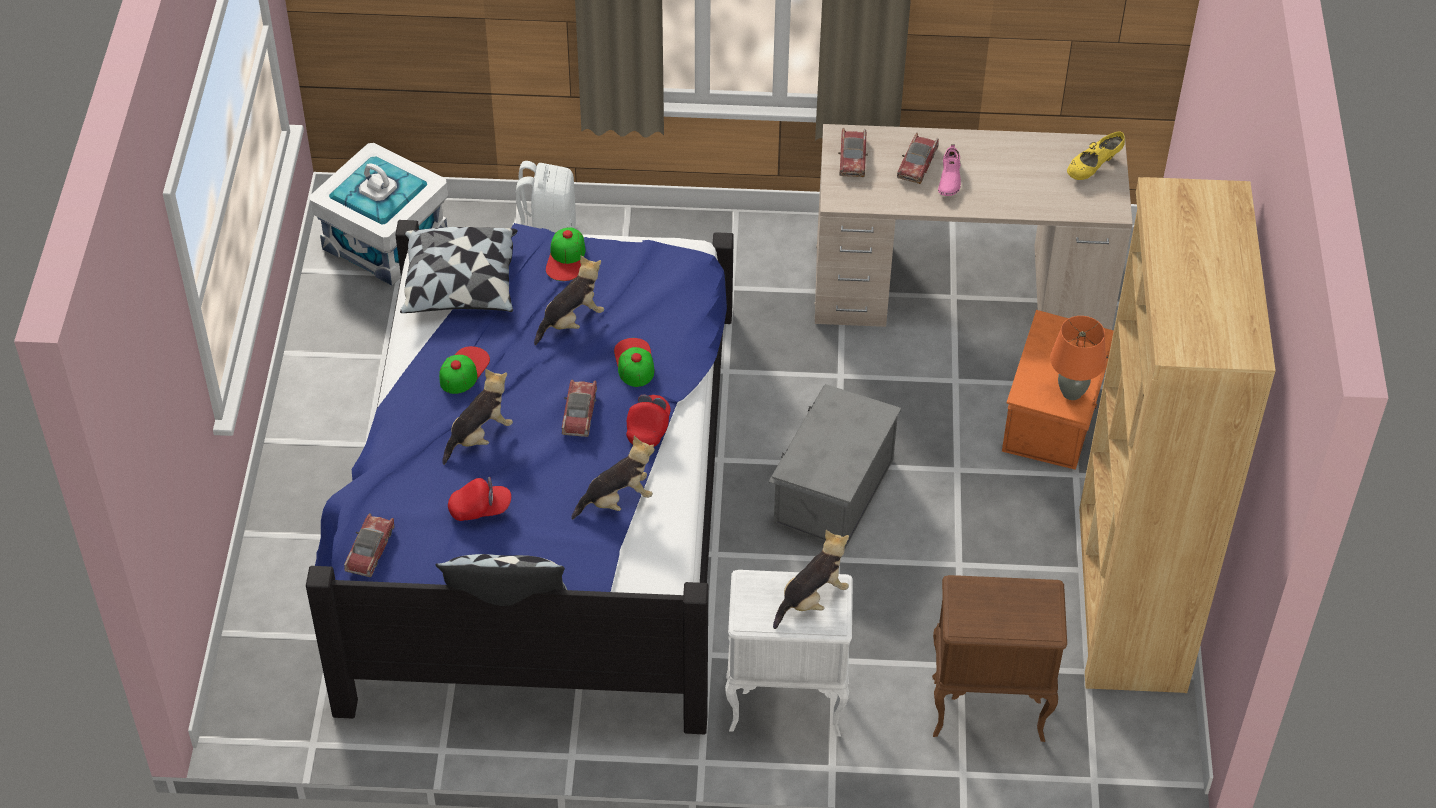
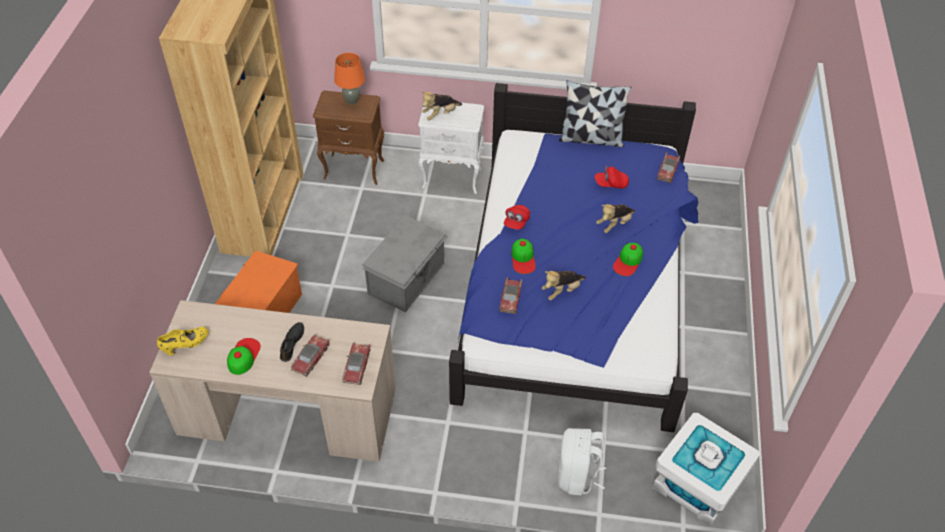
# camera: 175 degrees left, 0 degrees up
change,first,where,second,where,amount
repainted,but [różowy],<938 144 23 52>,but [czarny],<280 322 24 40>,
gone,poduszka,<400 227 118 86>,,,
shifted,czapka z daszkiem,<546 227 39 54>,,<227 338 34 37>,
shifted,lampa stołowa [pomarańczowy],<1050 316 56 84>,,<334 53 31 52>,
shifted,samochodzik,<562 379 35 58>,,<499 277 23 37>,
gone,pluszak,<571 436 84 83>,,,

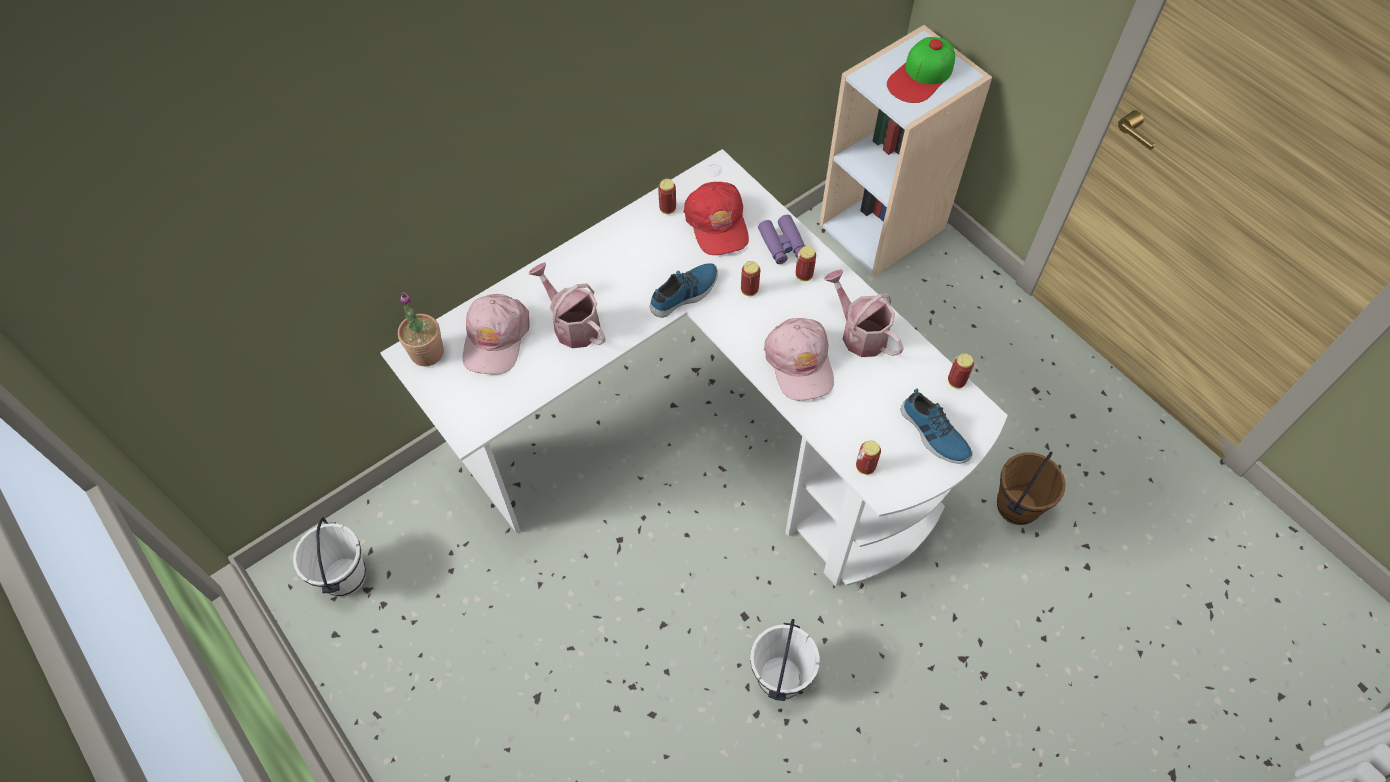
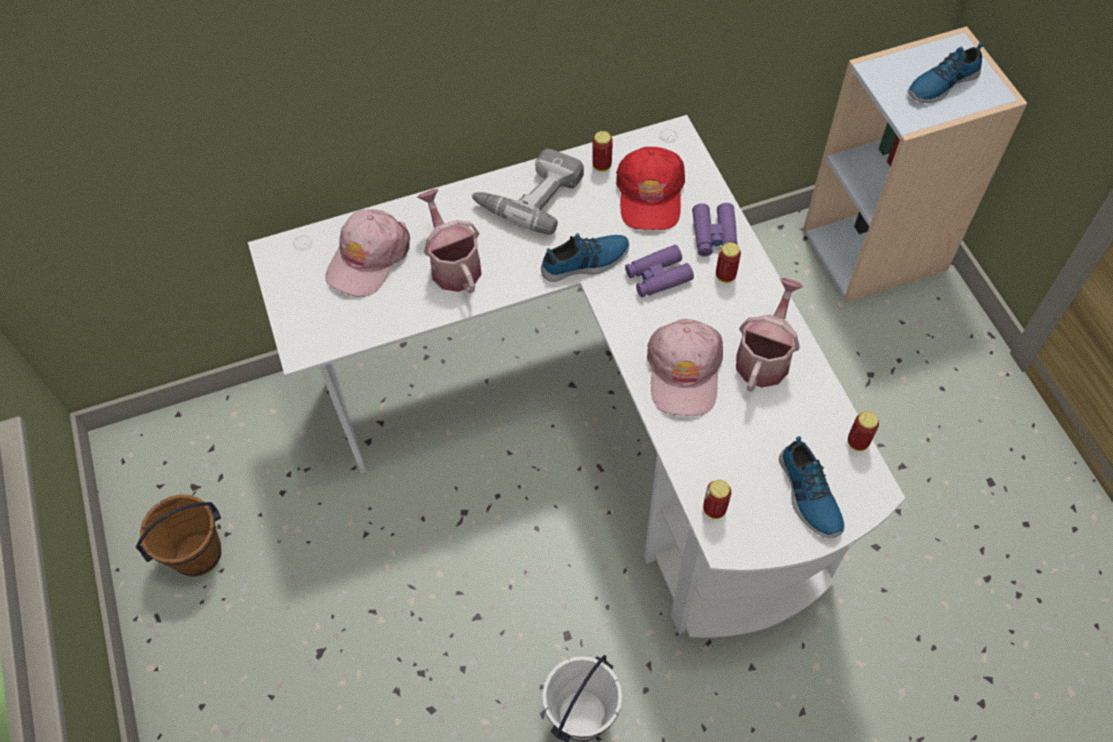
# camera: 20 degrees right, 0 degrees up
change,first,where,second,where,amount
swapped,czapka z daszkiem,<887 37 68 66>,but,<908 42 75 61>,
swapped,puszka,<741 261 19 35>,lornetka [fioletowy],<625 245 69 52>,
rotated,konewka,<824 269 80 88>,,<736 278 68 114>,45 degrees clockwise
gone,roślina doniczkowa,<398 292 46 74>,,,
shifted,wiadro [brązowy],<997 452 69 73>,,<136 495 85 82>,
gone,wiadro [biały],<293 517 73 80>,,,
new,,,wiertarka,<472 149 112 86>,

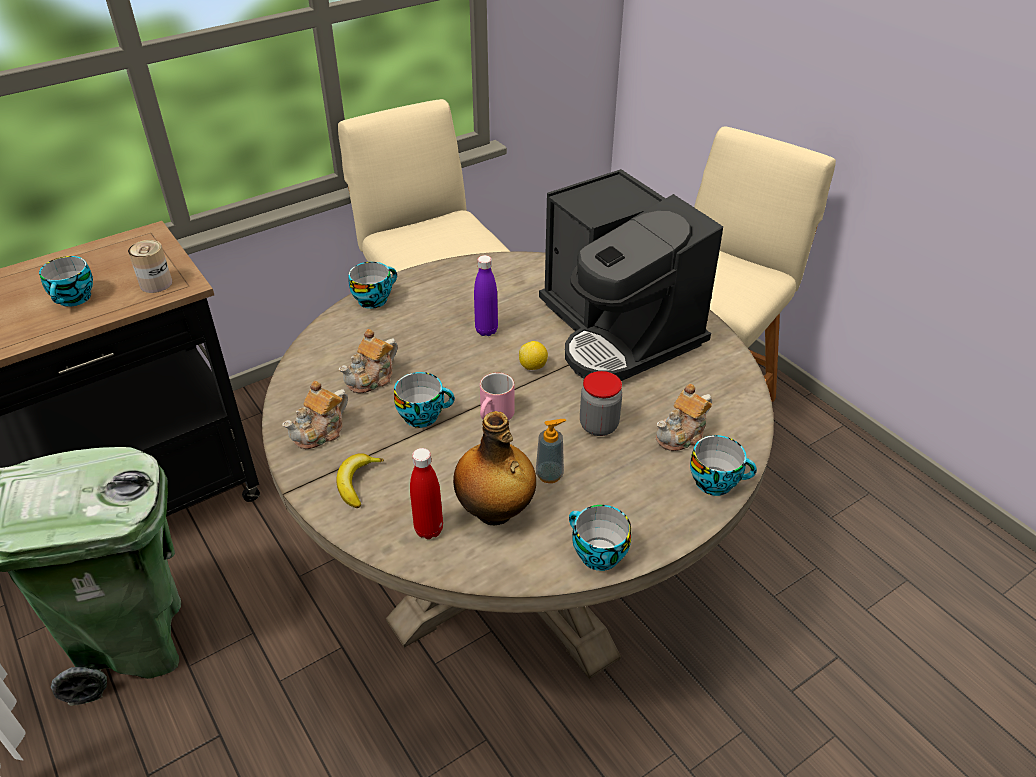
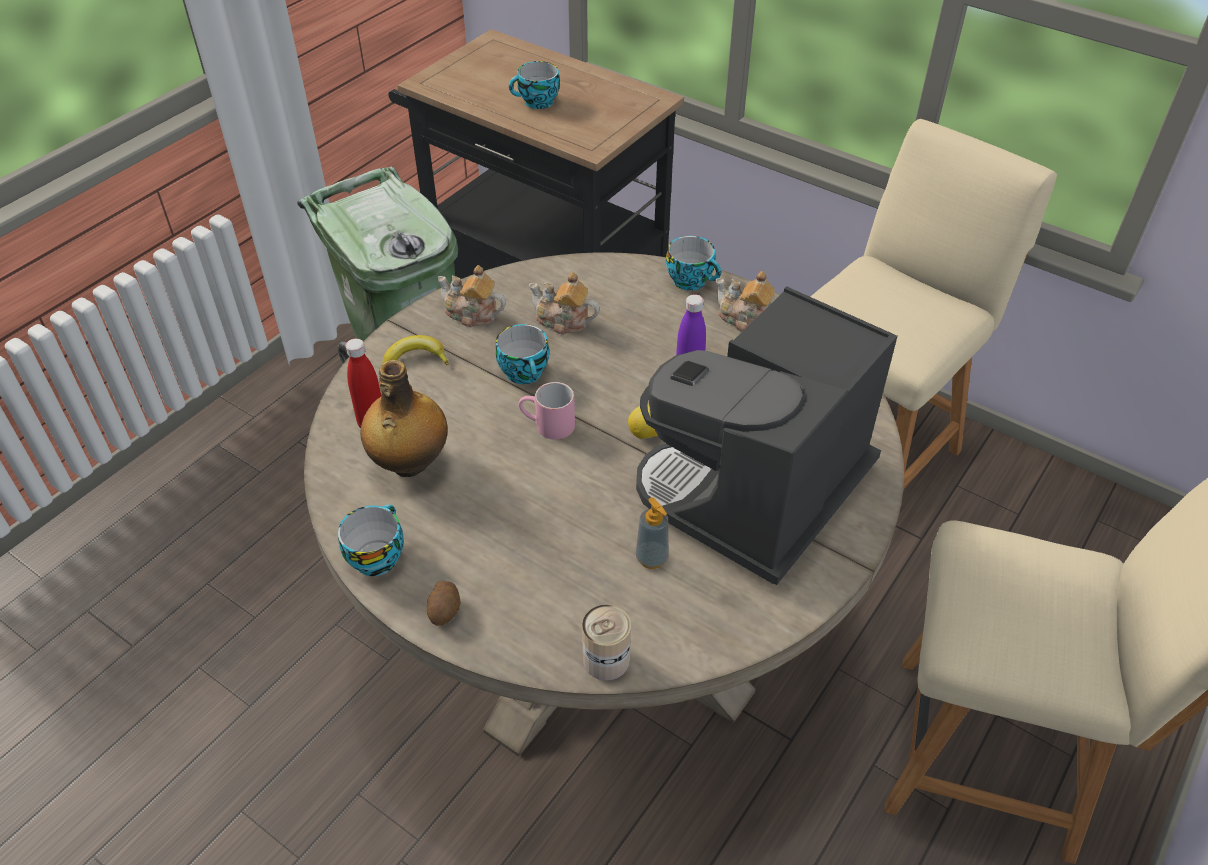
# camera: 70 degrees right, 5 degrees up
change,first,where,second,where,amount
shifted,puszka,<128 240 44 53>,,<582 604 49 77>,
gone,słoik,<580 371 42 65>,,,
shifted,imbryk,<656 384 56 67>,,<716 271 59 60>,
shifted,dozownik mydła,<536 419 30 64>,,<636 497 33 72>,
gone,filiżanka,<690 435 67 61>,,,
new,,,ziemniak,<427 581 34 45>,

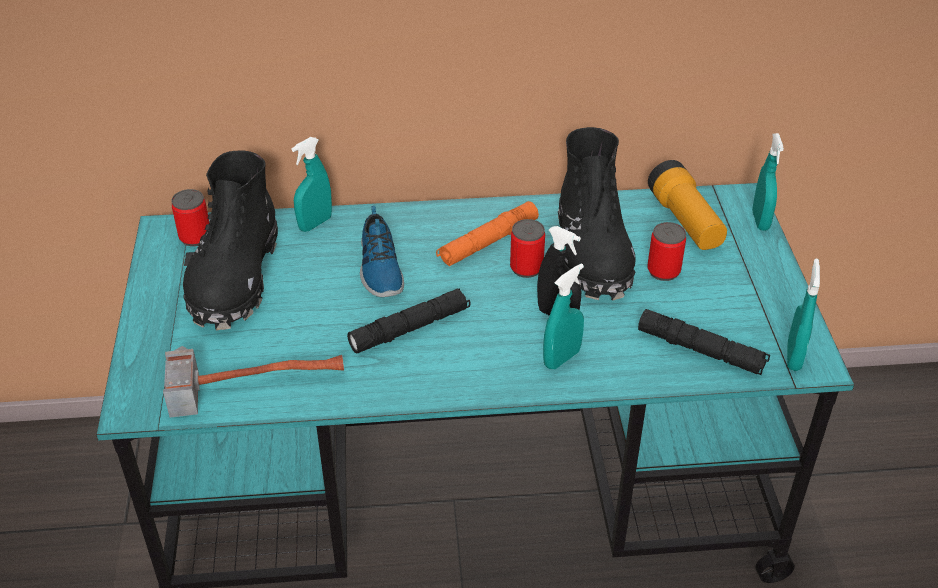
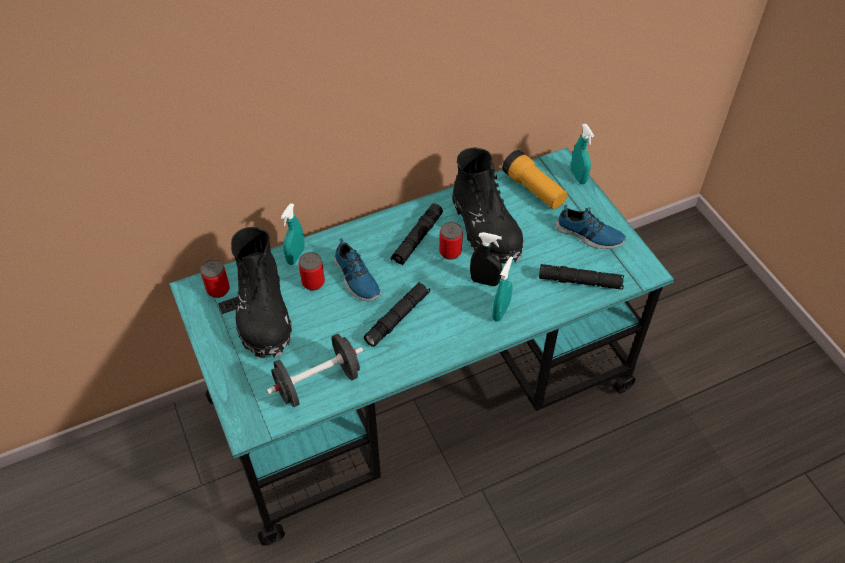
# camera: 20 degrees left, 10 degrees up
change,first,where,second,where,amount
repainted,latarka [pomarańczowy],<436 201 103 65>,latarka [czarny],<390 203 53 63>,
shifted,puszka,<647 222 39 59>,,<299 252 26 38>,
gone,spryskiwacz [turkusowy],<787 259 33 112>,,,
swapped,młotek,<163 346 181 72>,hantel [czarny],<266 334 97 73>,
new,,,but,<556 205 70 44>,

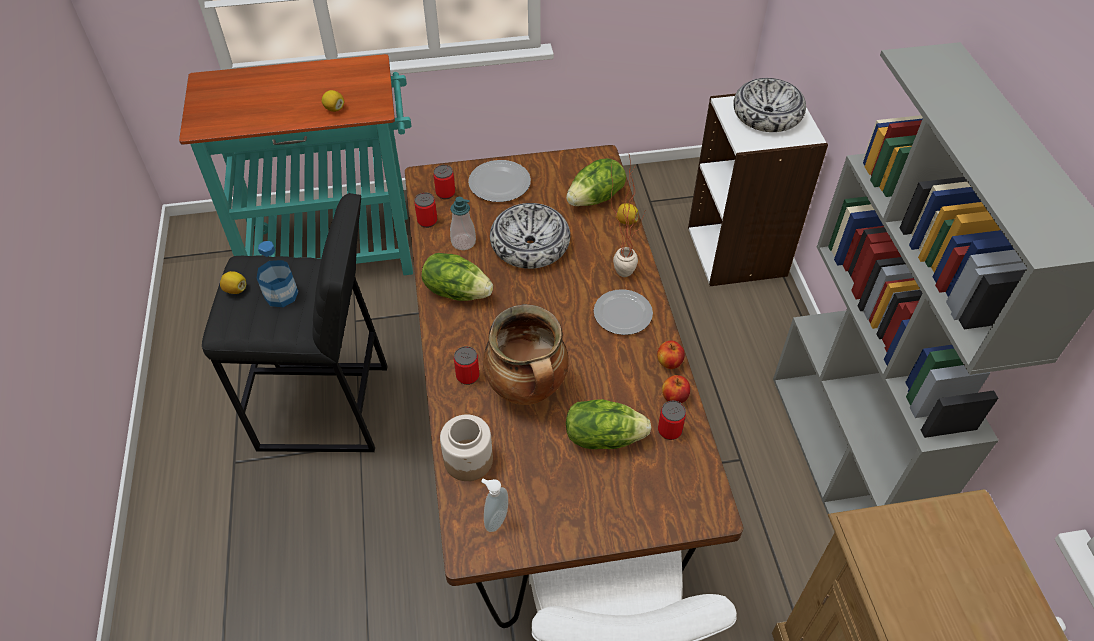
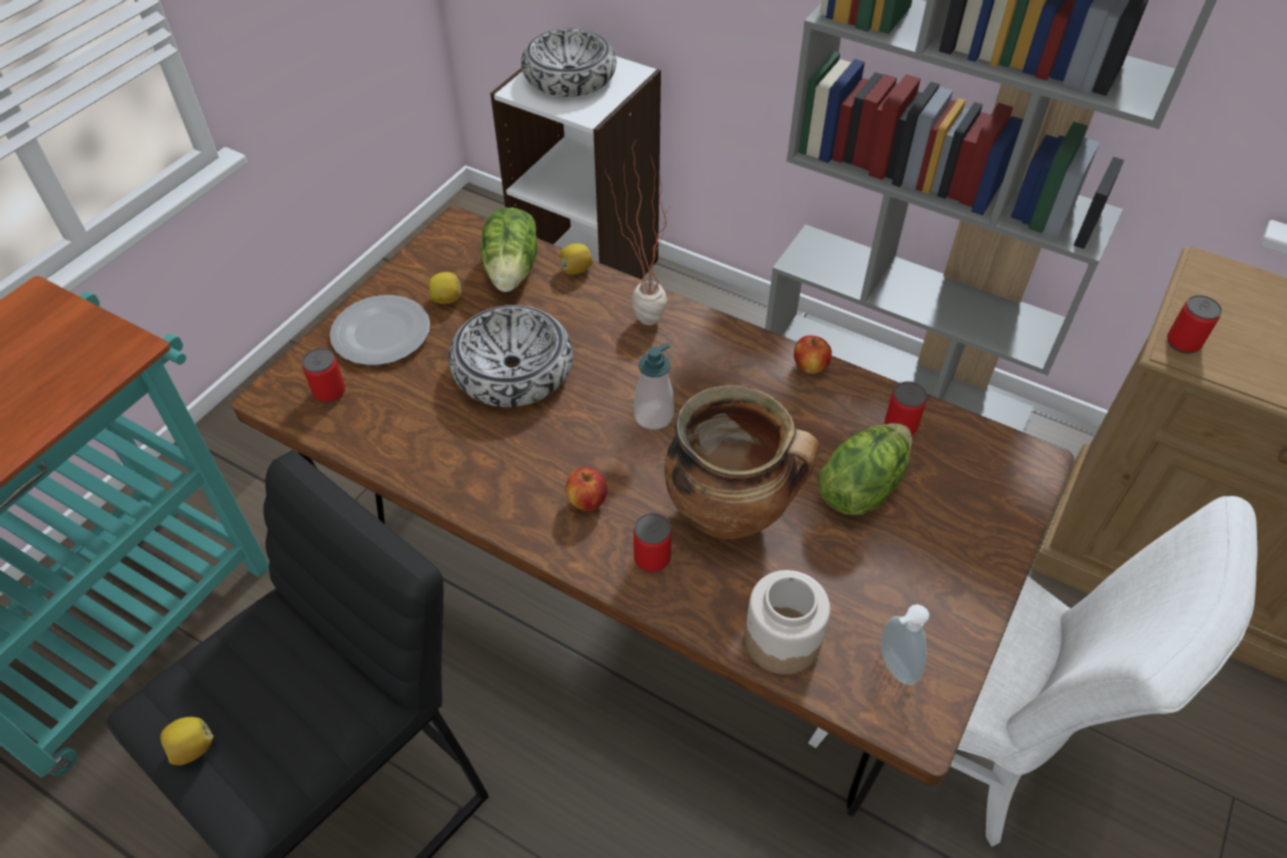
# camera: 50 degrees left, 0 degrees up
change,first,where,second,where,amount
shifted,cytryna,<322 90 22 22>,,<429 272 32 32>,
shifted,puszka,<414 192 23 36>,,<1167 295 55 59>,
shifted,dozownik mydła,<450 197 26 53>,,<634 343 40 87>,
gone,butelka,<257 241 41 66>,,,
gone,sałata,<421 253 72 48>,,,
gone,talerz,<594 289 59 46>,,,
shifted,jabłko,<662 375 28 28>,,<566 467 41 44>,

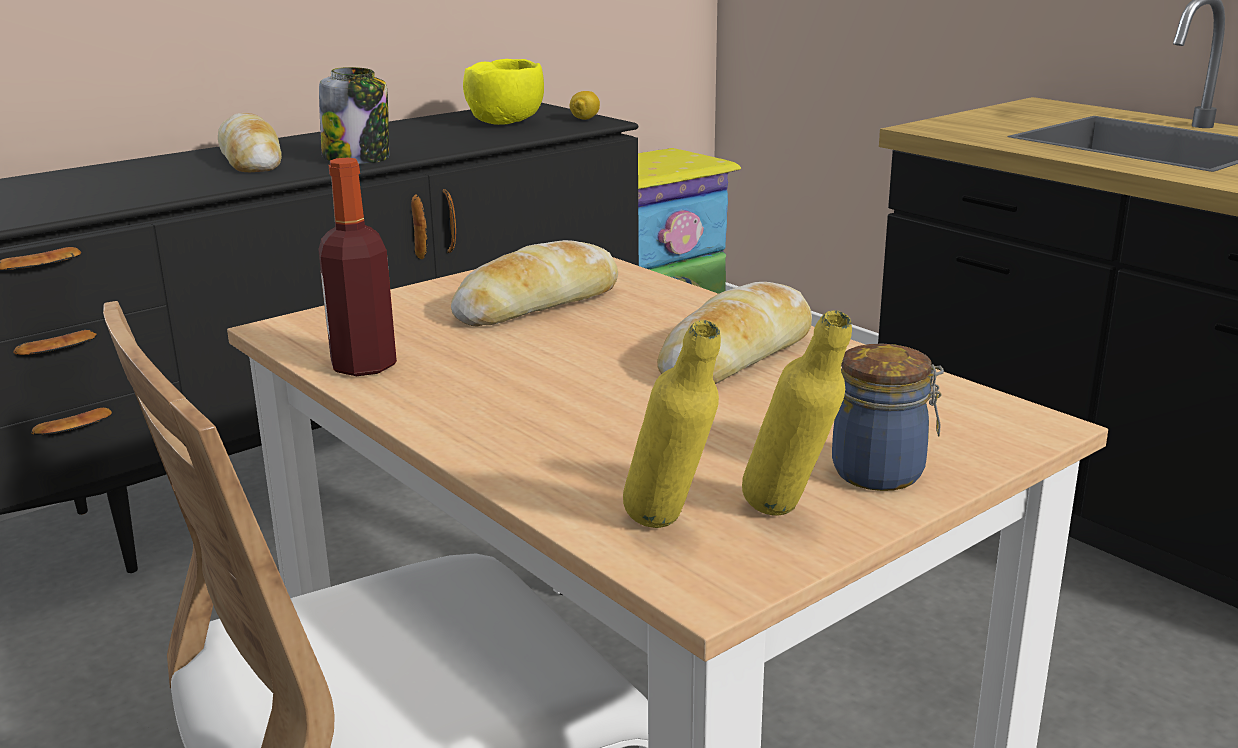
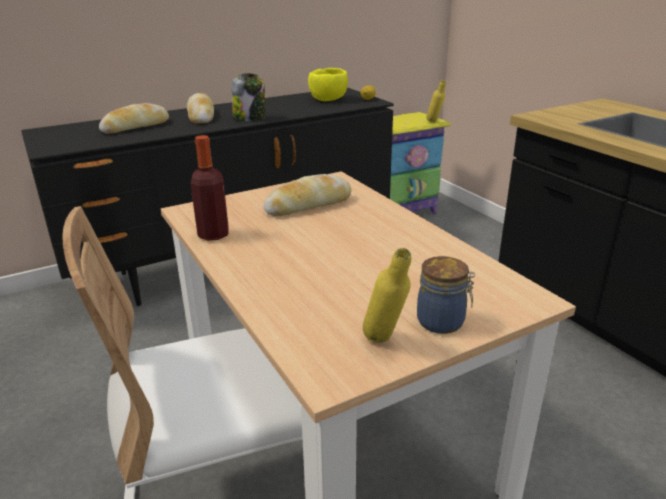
# camera: 10 degrees right, 5 degrees up
change,first,where,second,where,amount
shifted,chleb,<657 282 155 102>,,<99 103 70 31>,
shifted,butelka [żółty],<623 320 98 208>,,<426 80 20 42>,

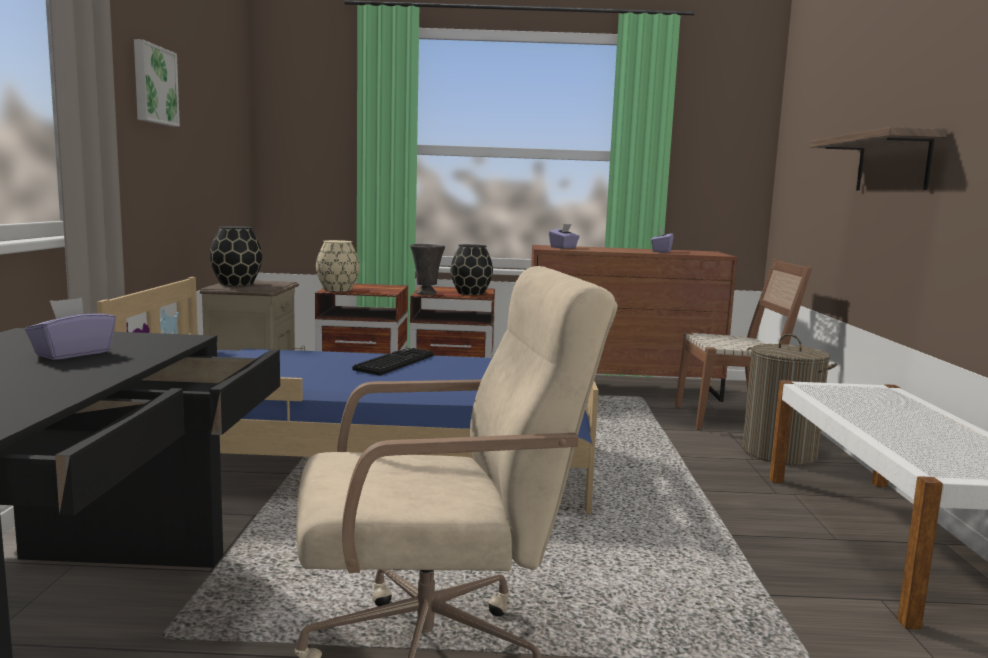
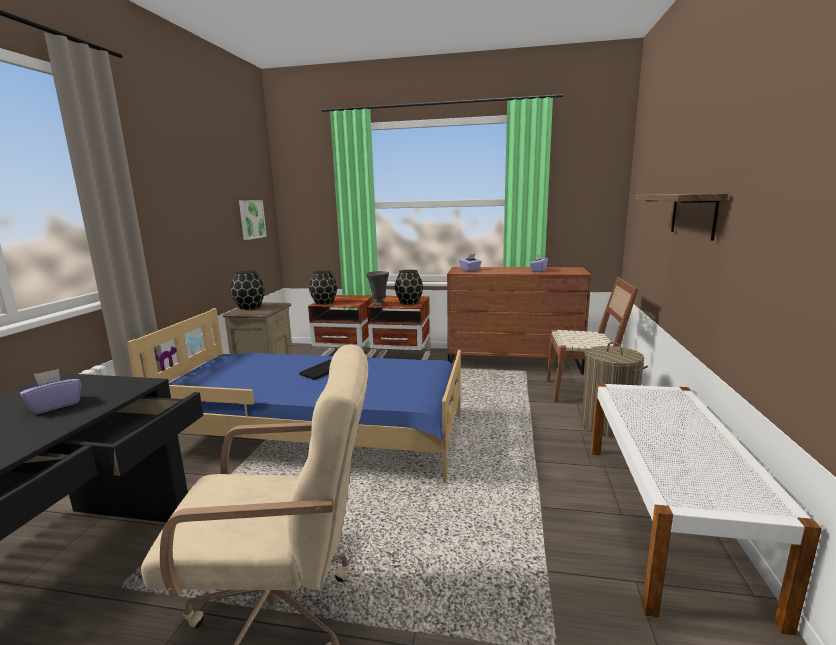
# camera: 10 degrees right, 5 degrees up
change,first,where,second,where,amount
shifted,obraz,<134 39 46 88>,,<239 200 28 40>,
repainted,wazon [beżowy],<316 240 44 52>,wazon [czarny],<309 270 28 35>,

